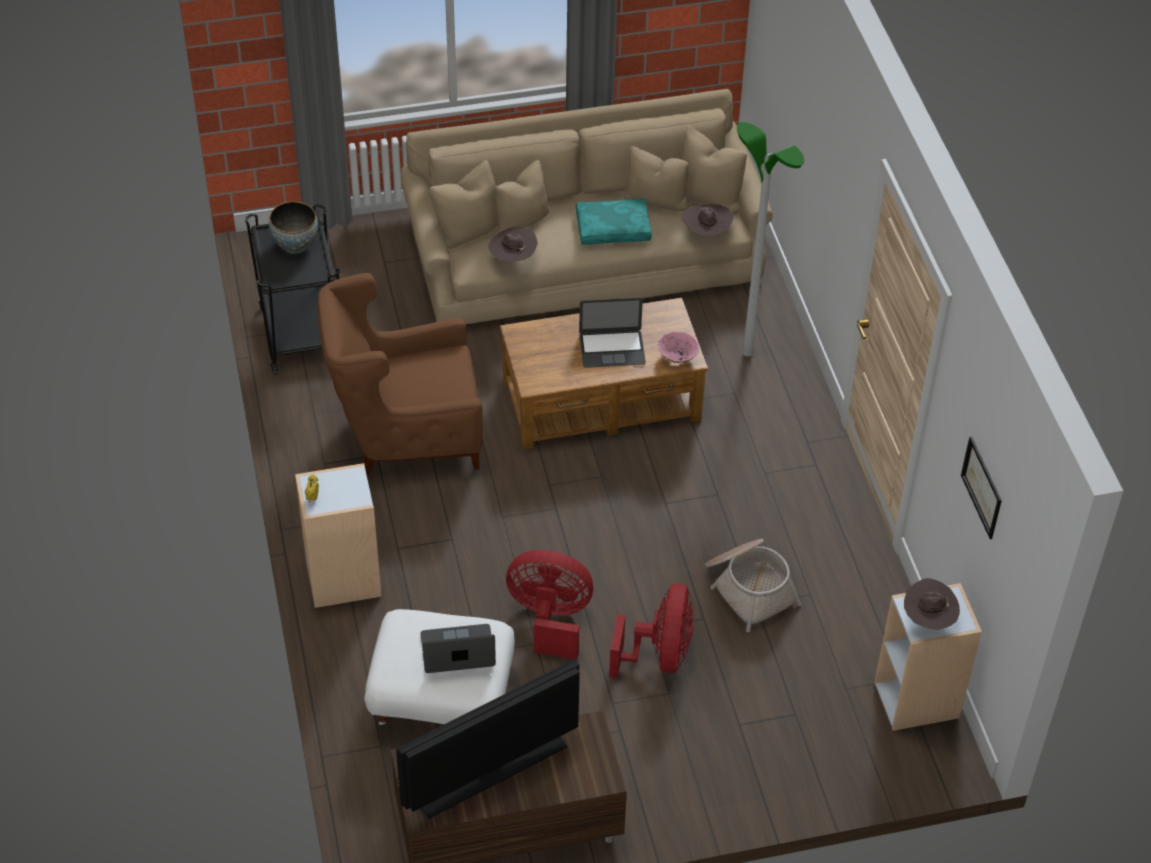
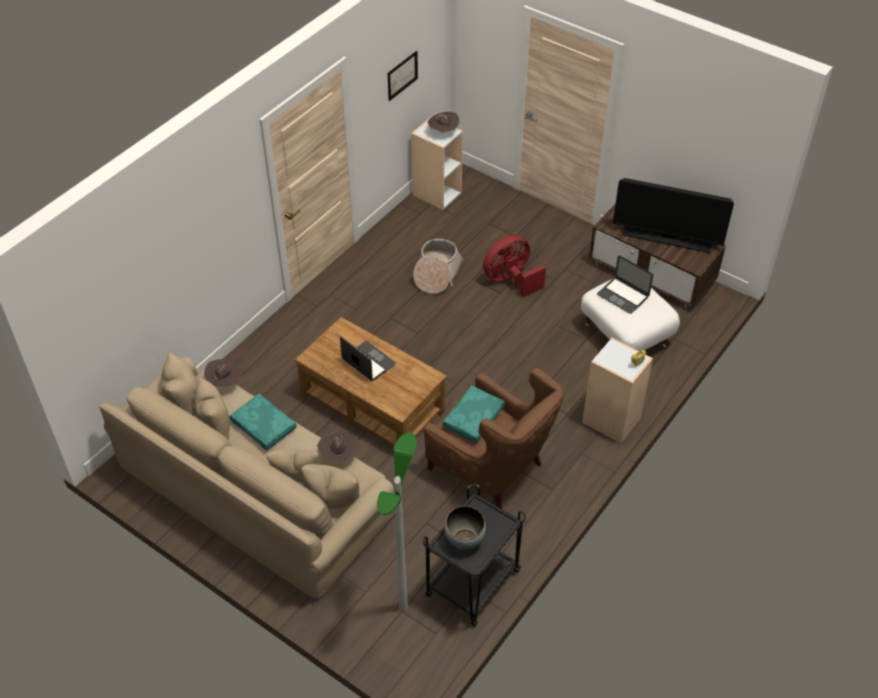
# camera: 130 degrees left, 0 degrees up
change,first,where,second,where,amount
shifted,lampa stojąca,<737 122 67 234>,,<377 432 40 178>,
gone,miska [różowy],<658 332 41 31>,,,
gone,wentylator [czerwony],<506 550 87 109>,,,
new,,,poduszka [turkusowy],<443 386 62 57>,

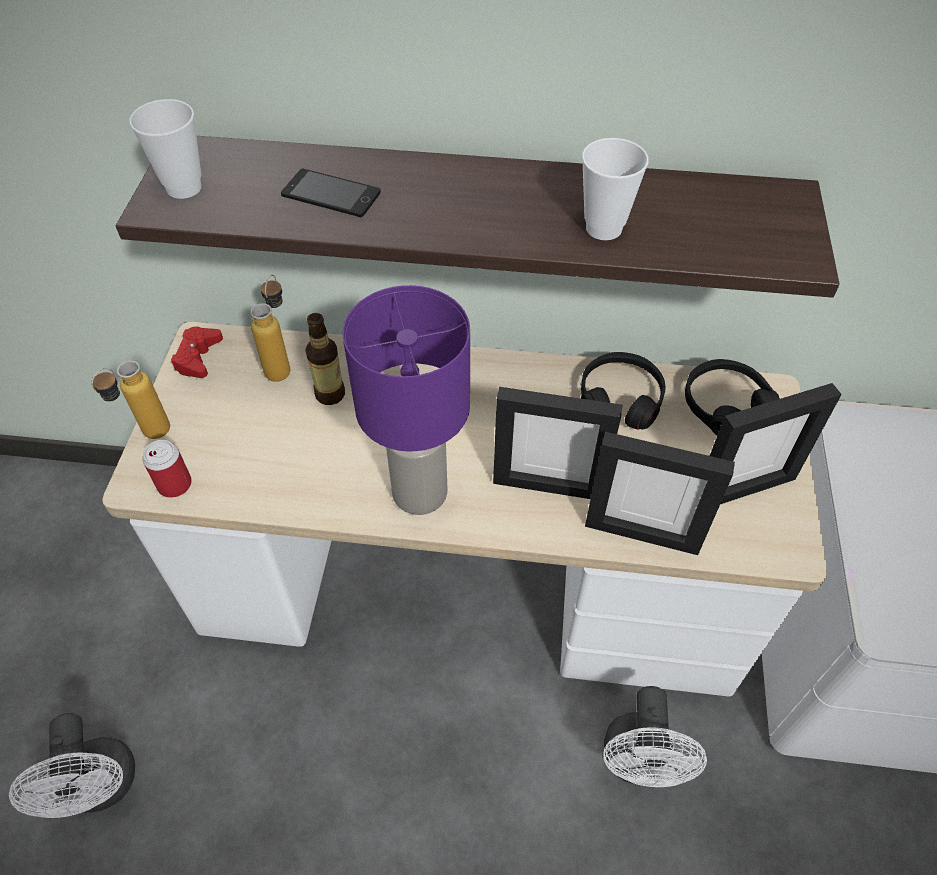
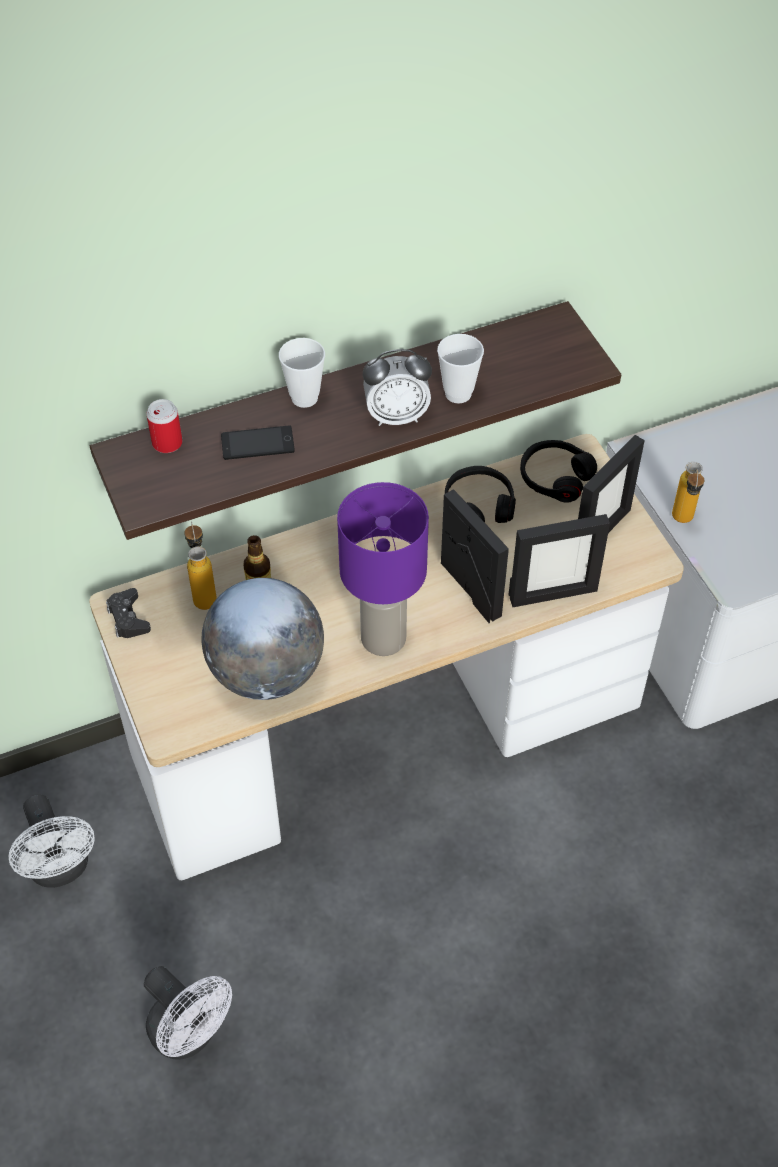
# camera: 30 degrees left, 0 degrees up
change,first,where,second,where,amount
shifted,filiżanka,<129 99 73 100>,,<279 338 46 70>,
repainted,pad do gier [czerwony],<171 326 52 52>,pad do gier [czarny],<106 588 45 50>,
shifted,butelka,<91 360 79 79>,,<672 462 32 61>,
rotated,ramka na zdjęcie,<493 387 129 112>,,<441 489 68 134>,105 degrees counterclockwise
shifted,puszka,<142 440 50 58>,,<146 399 36 54>,
shifted,wentylator [biały],<603 686 104 101>,,<9 795 86 93>,
new,,,budzik,<363 349 69 77>,
new,,,globus,<202 578 122 122>,

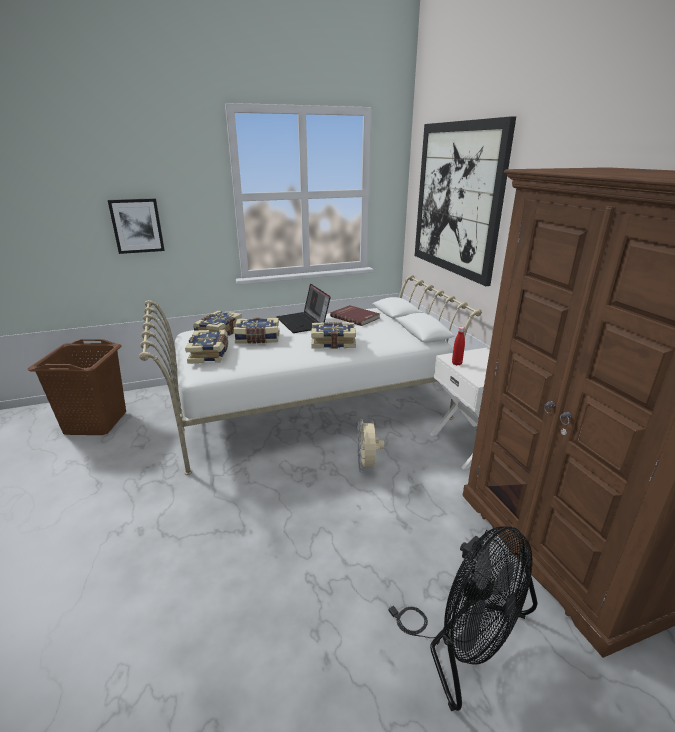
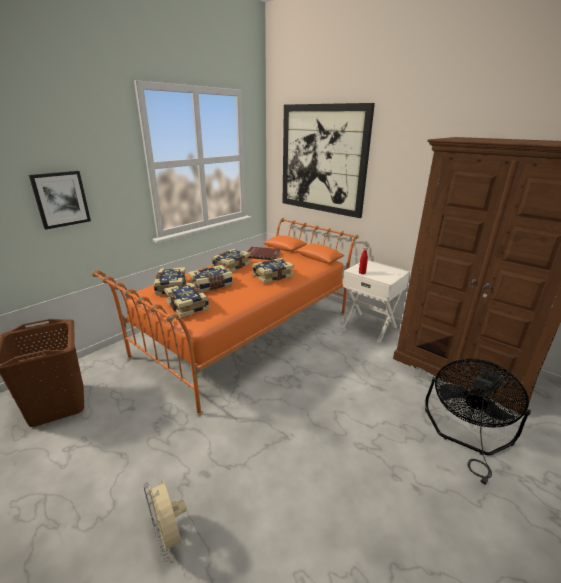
# camera: 30 degrees left, 0 degrees up
change,first,where,second,where,amount
repainted,łóżko [biały],<139 275 343 200>,łóżko [pomarańczowy],<92 218 266 197>,
swapped,laptop,<276 283 55 50>,książka,<211 249 40 23>,
shifted,wentylator [beżowy],<357 417 27 56>,,<143 480 44 82>,
rotated,wentylator [czarny],<389 526 148 185>,,<425 359 106 126>,75 degrees counterclockwise

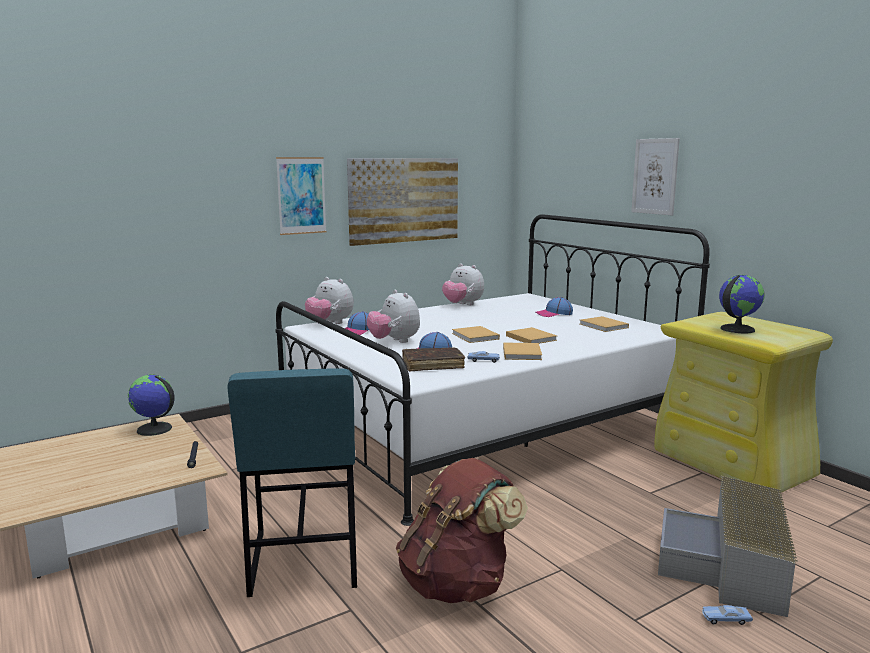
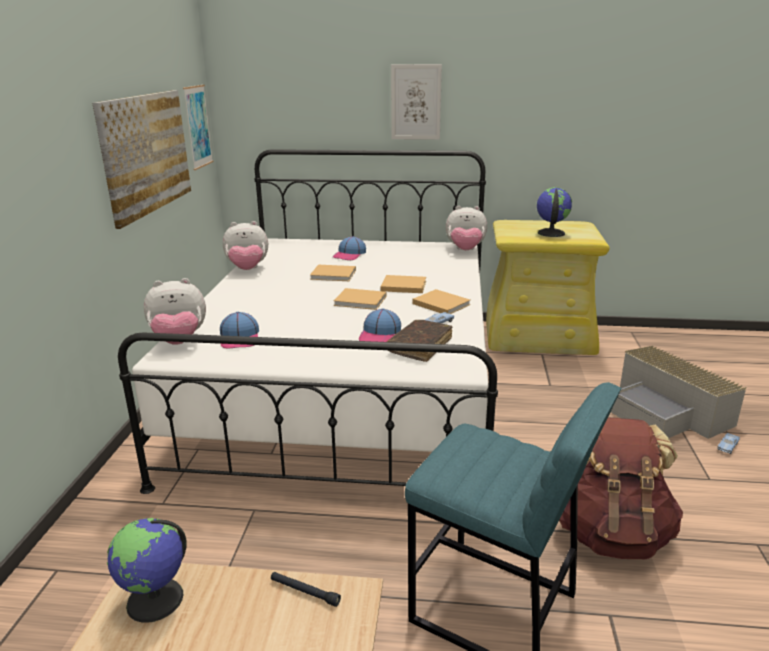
# camera: 50 degrees left, 10 degrees up
change,first,where,second,where,amount
shifted,obraz,<276 157 50 78>,,<183 85 31 85>,
shifted,pluszak,<367 290 53 53>,,<446 206 41 44>,
shifted,książka [beżowy],<580 316 49 16>,,<310 265 46 16>,

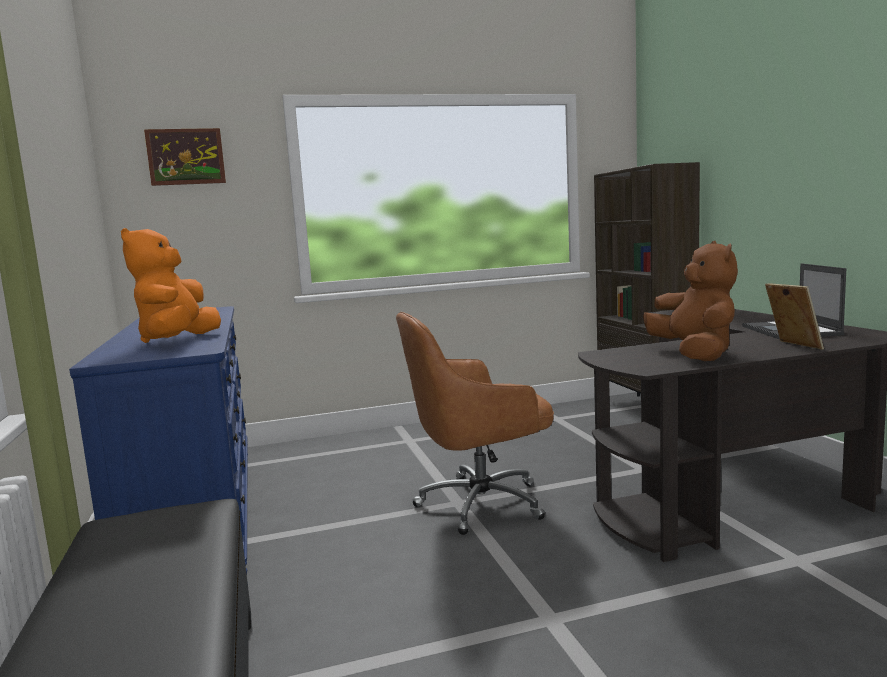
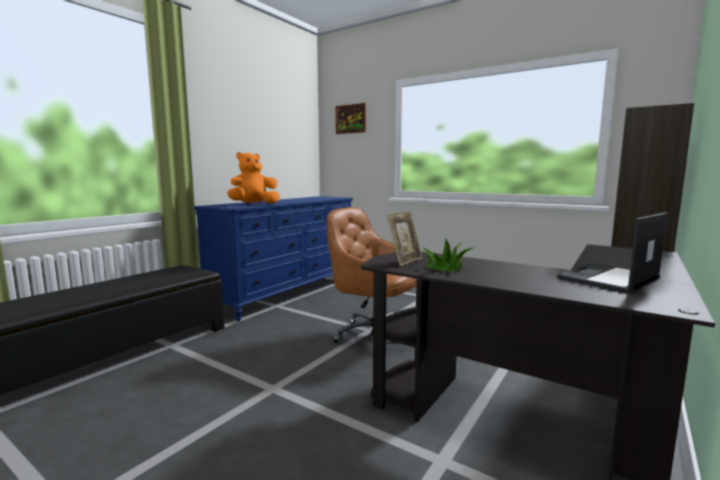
# camera: 50 degrees right, 0 degrees up
change,first,where,second,where,amount
swapped,pluszak [brązowy],<643 241 95 120>,roślina doniczkowa,<423 239 53 33>,
shifted,ramka na zdjęcie,<765 283 59 67>,,<387 211 35 55>,

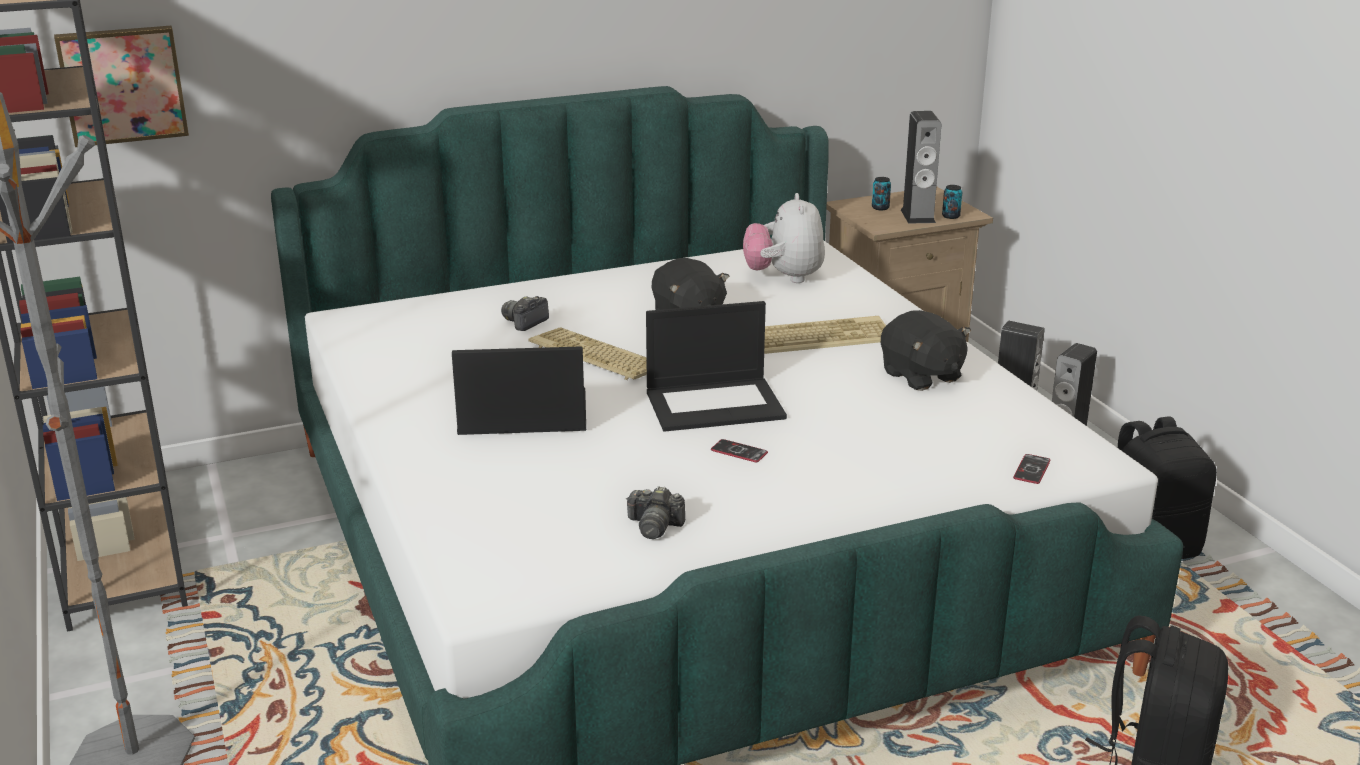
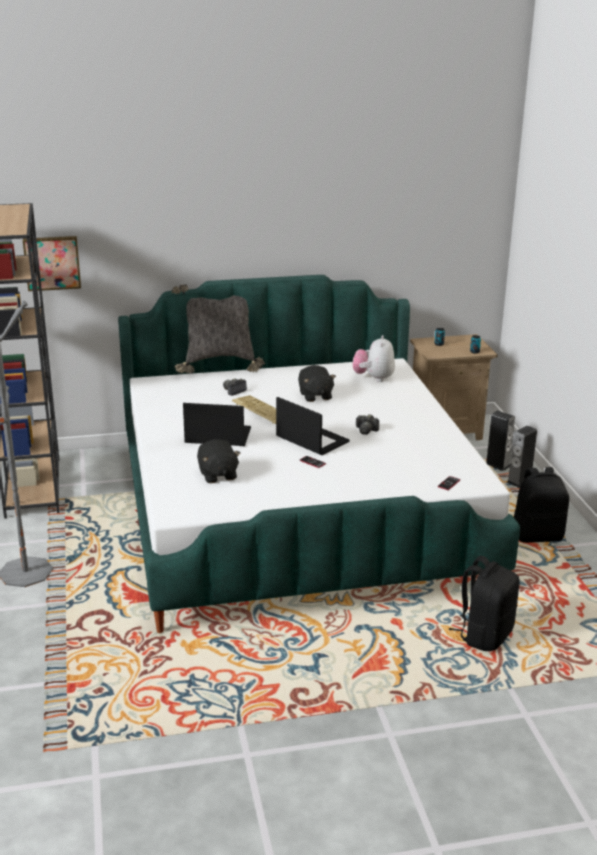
# camera: 10 degrees right, 0 degrees up
change,first,where,second,where,amount
gone,głośnik,<901 111 40 113>,,,
rotated,laptop,<646 301 141 131>,,<276 397 74 58>,135 degrees counterclockwise
shifted,pluszak [czarny],<881 310 90 81>,,<197 439 43 44>,
gone,klawiatura,<764 316 122 38>,,,
shifted,aparat fotograficzny,<626 486 59 53>,,<356 414 23 21>,
new,,,poduszka,<171 284 94 90>,

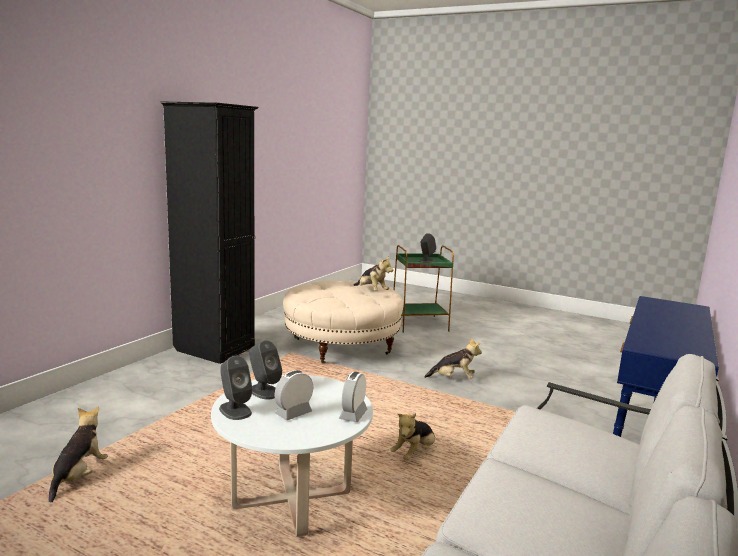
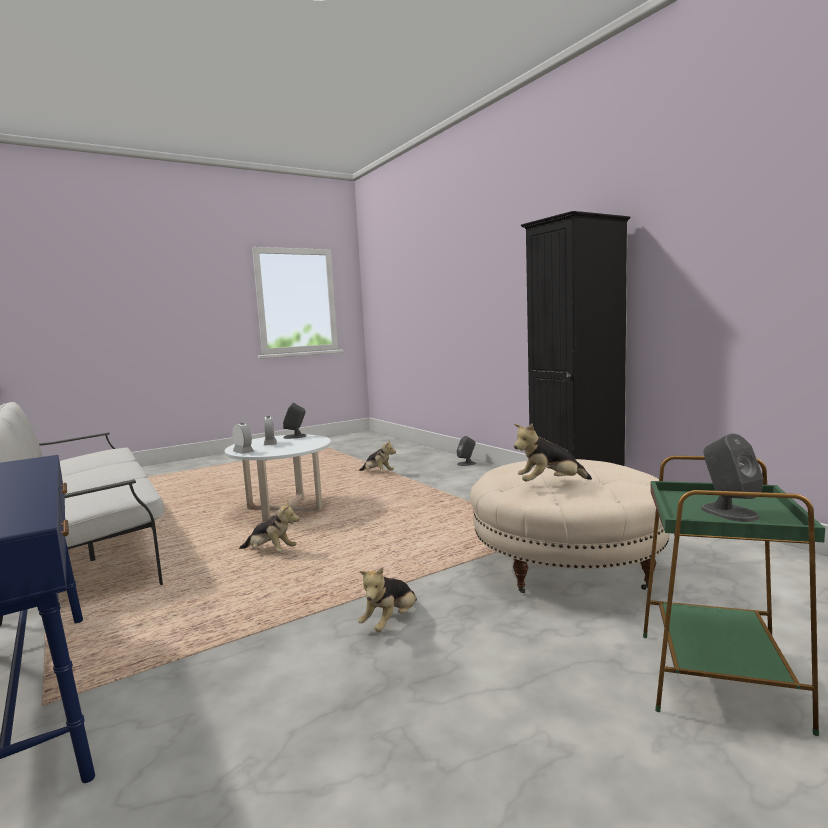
# camera: 120 degrees right, 5 degrees down
change,first,where,second,where,amount
shifted,głośnik [szary],<249 340 33 60>,,<457 436 19 30>,
rotated,pluszak,<390 413 45 47>,,<239 501 61 52>,135 degrees clockwise

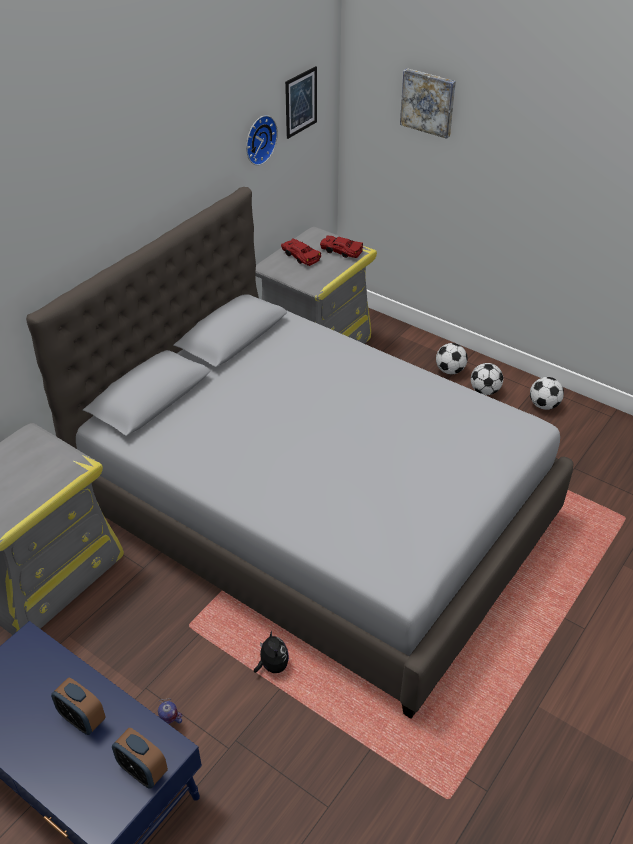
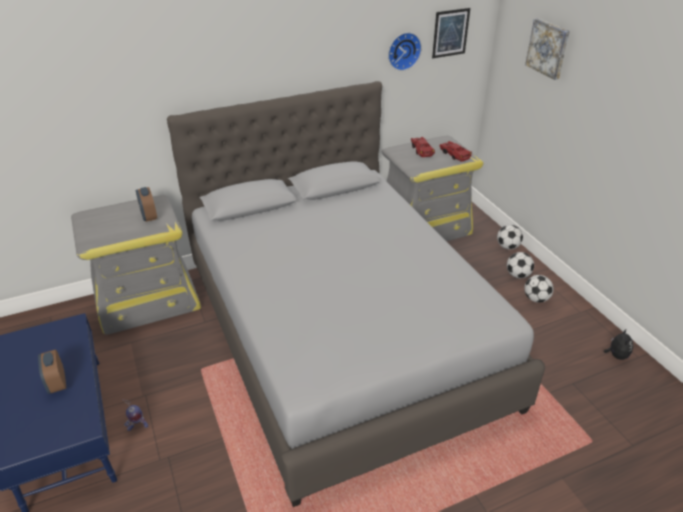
# camera: 30 degrees right, 5 degrees down
change,first,where,second,where,amount
shifted,piłka futbolowa,<530 377 34 33>,,<497 225 26 25>,
shifted,pluszak,<254 630 35 43>,,<604 328 29 32>,
shifted,budzik,<112 728 56 61>,,<136 187 21 35>,

